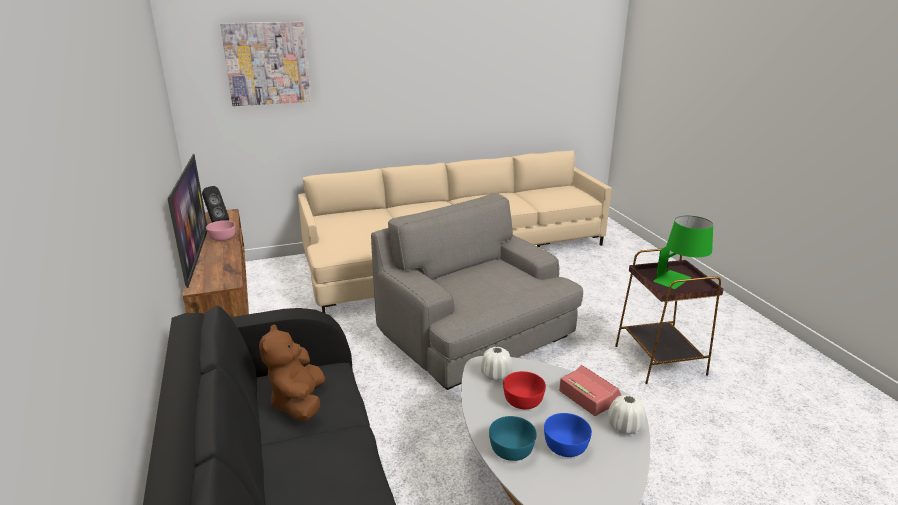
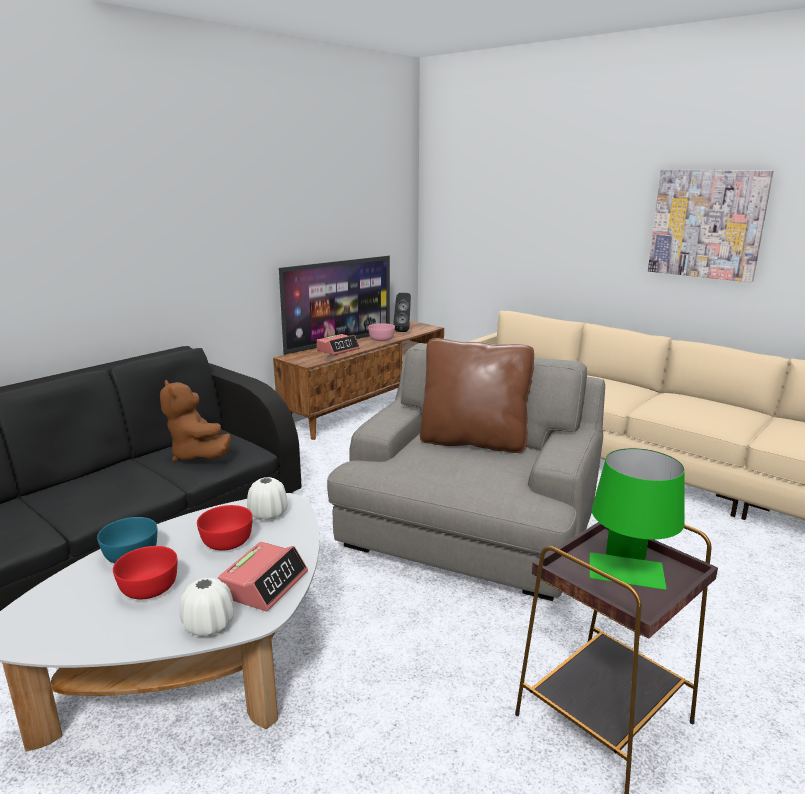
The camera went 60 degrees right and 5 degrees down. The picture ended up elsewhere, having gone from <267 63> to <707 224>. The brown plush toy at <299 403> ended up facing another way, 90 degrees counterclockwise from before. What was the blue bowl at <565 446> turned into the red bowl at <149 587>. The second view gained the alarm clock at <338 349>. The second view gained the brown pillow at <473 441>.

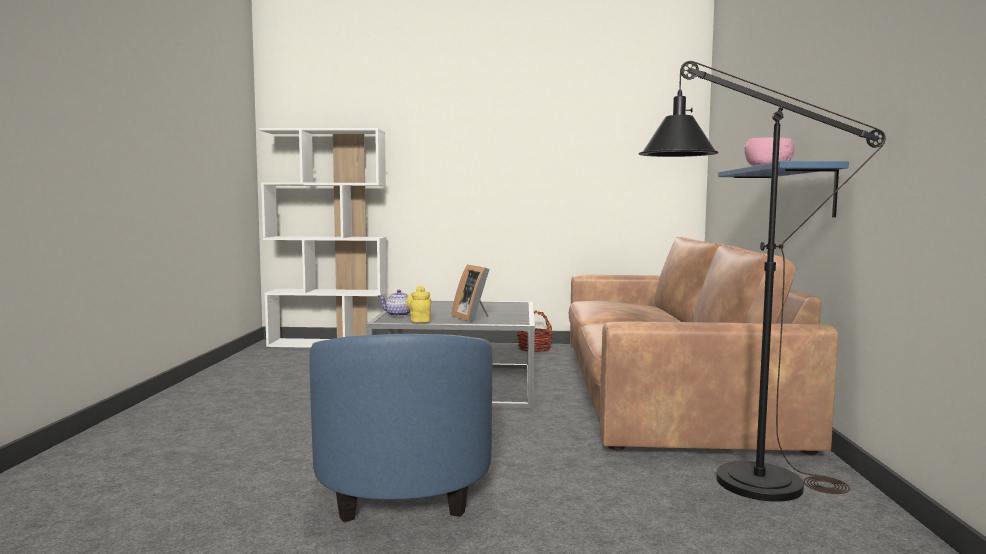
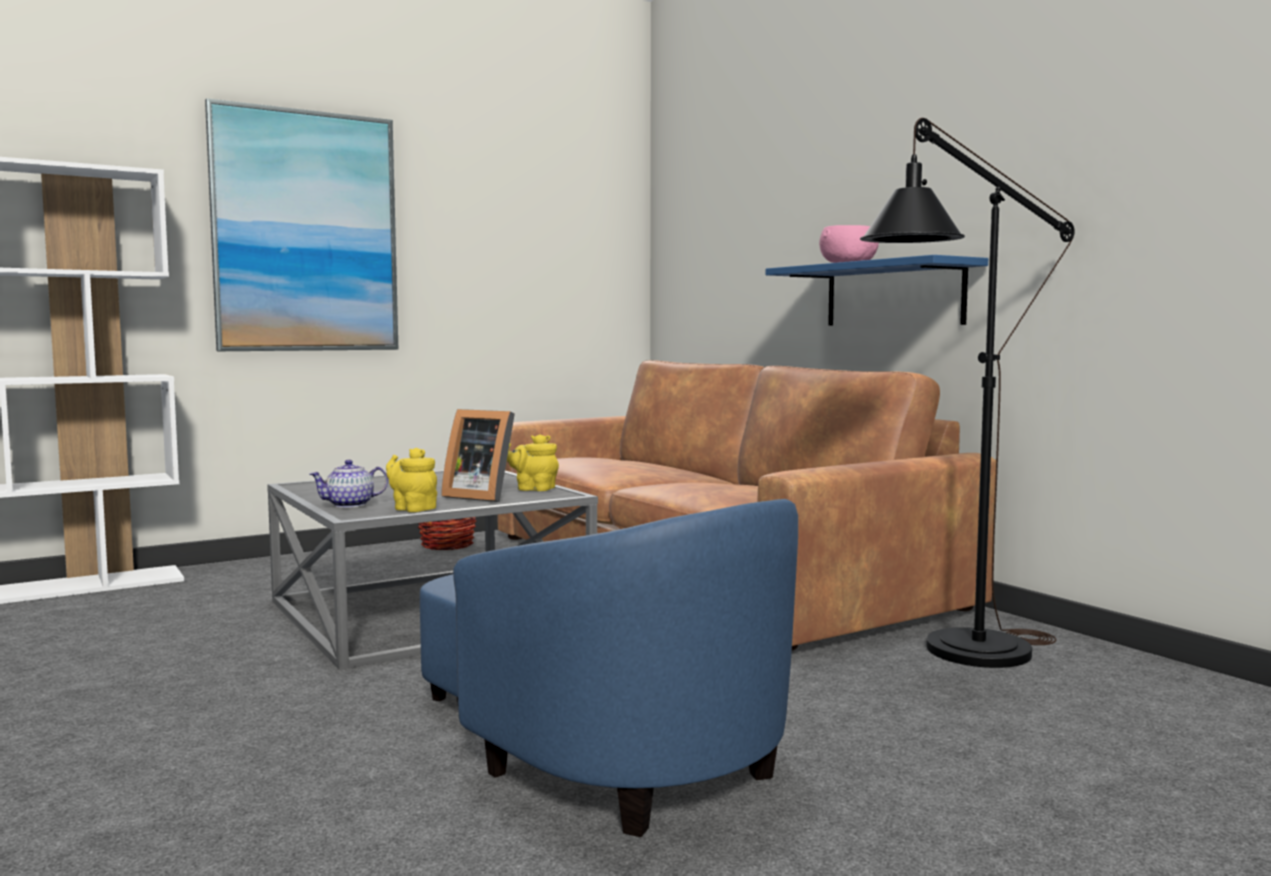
The camera went 35 degrees left and 0 degrees up. The second view gained the picture at <306 232>. The second view gained the yellow teapot at <533 489>.

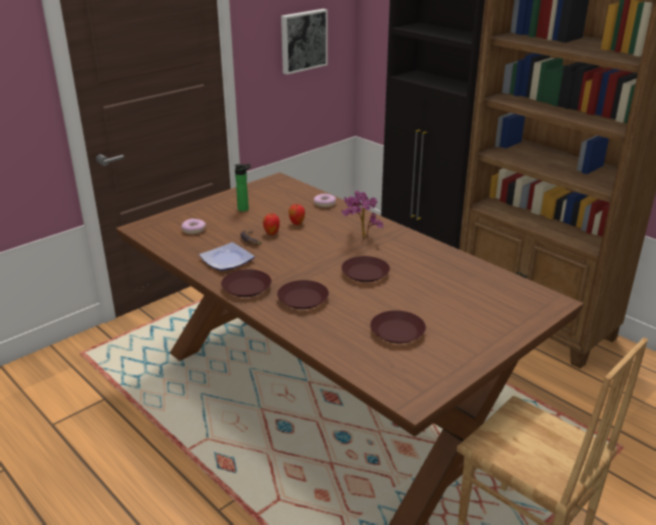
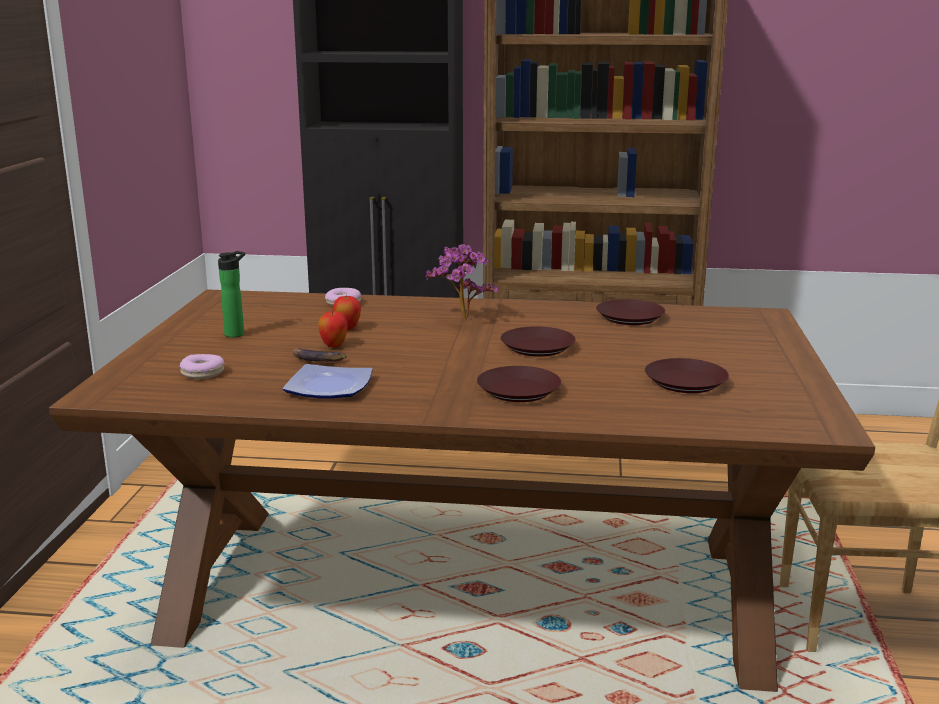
The camera went 40 degrees left and 10 degrees down. The brown plate ended up elsewhere, having gone from <247 287> to <630 317>. The second view lost the picture at <303 40>.

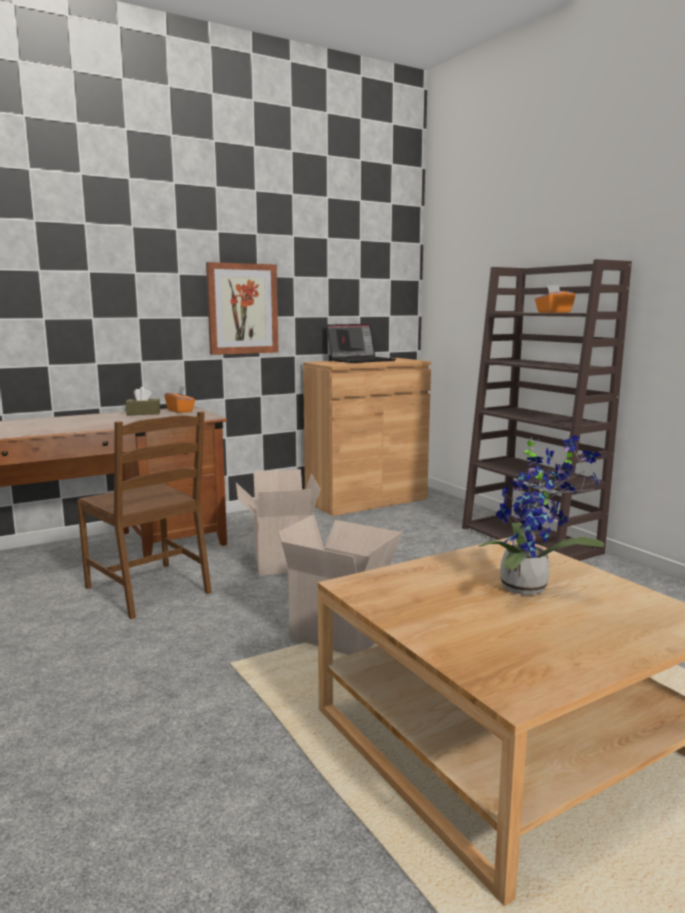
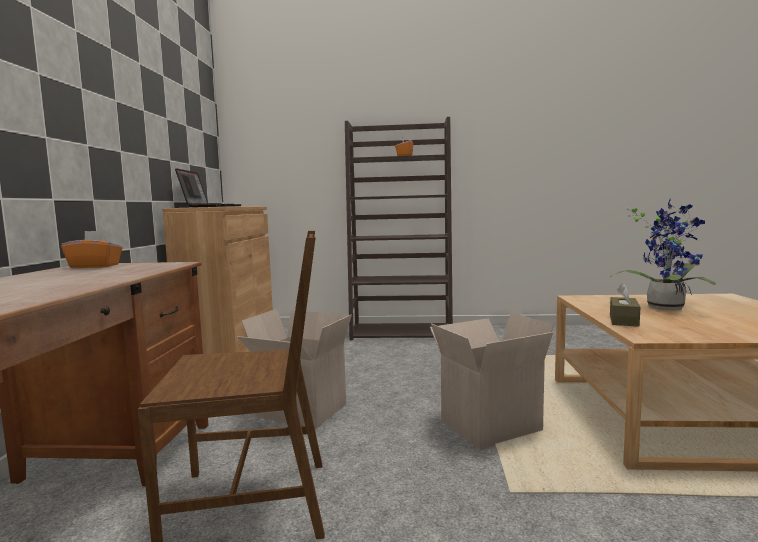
The camera went 55 degrees left and 5 degrees down. The brown tissue box ended up elsewhere, having gone from <143 413> to <623 320>. The second view lost the picture at <242 309>.

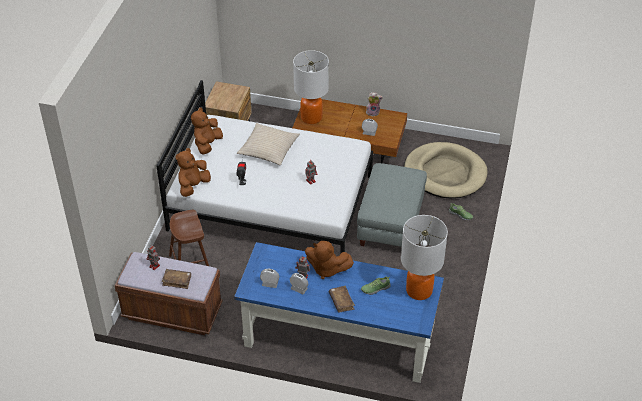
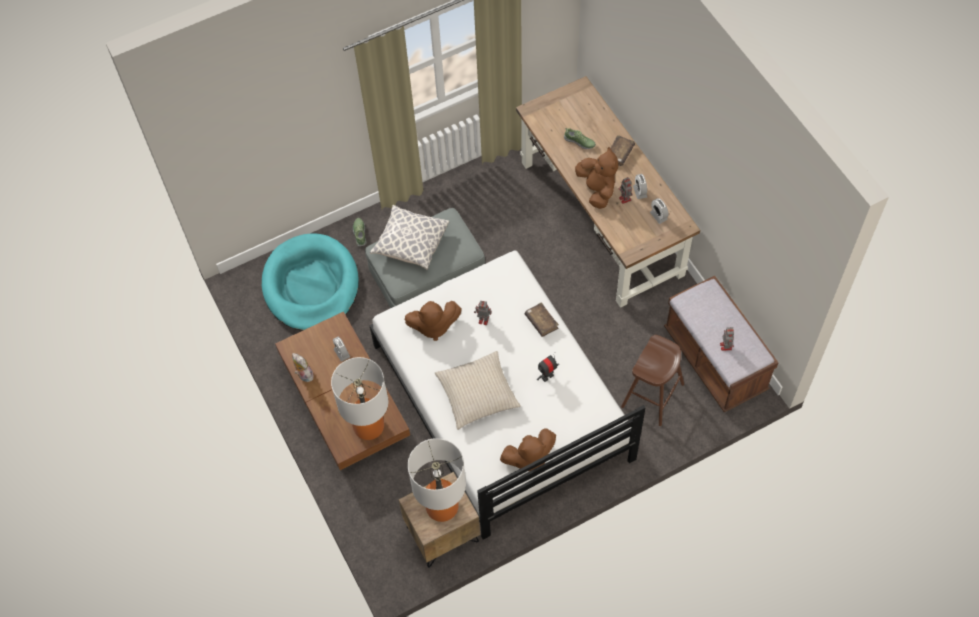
The camera went 130 degrees left and 15 degrees up. The brown book ended up elsewhere, having gone from <177 281> to <541 322>. The brown plush toy ended up elsewhere, having gone from <193 186> to <433 326>. What was the blue desk at <338 338> turned into the brown desk at <602 218>. The table lamp ended up elsewhere, having gone from <419 290> to <441 507>. What was the beige dog bed at <445 173> turned into the turquoise dog bed at <311 285>. The second view gained the pillow at <410 244>.

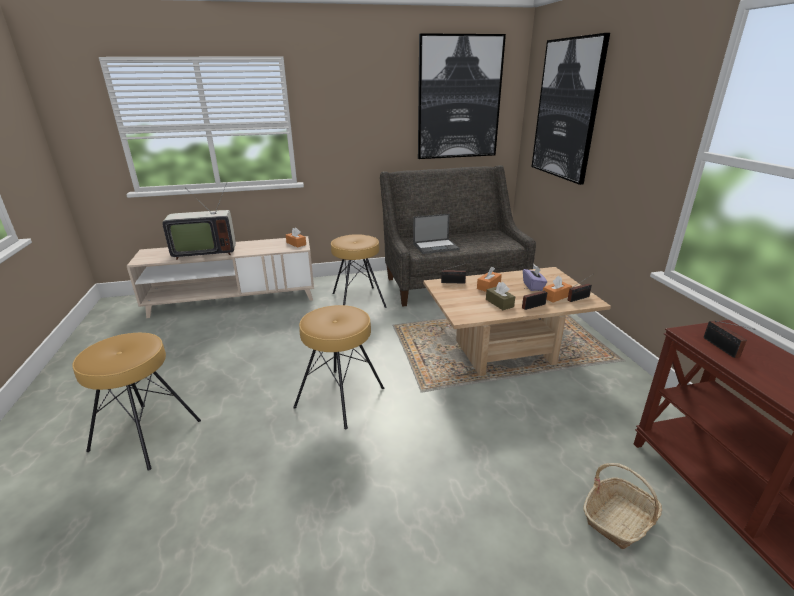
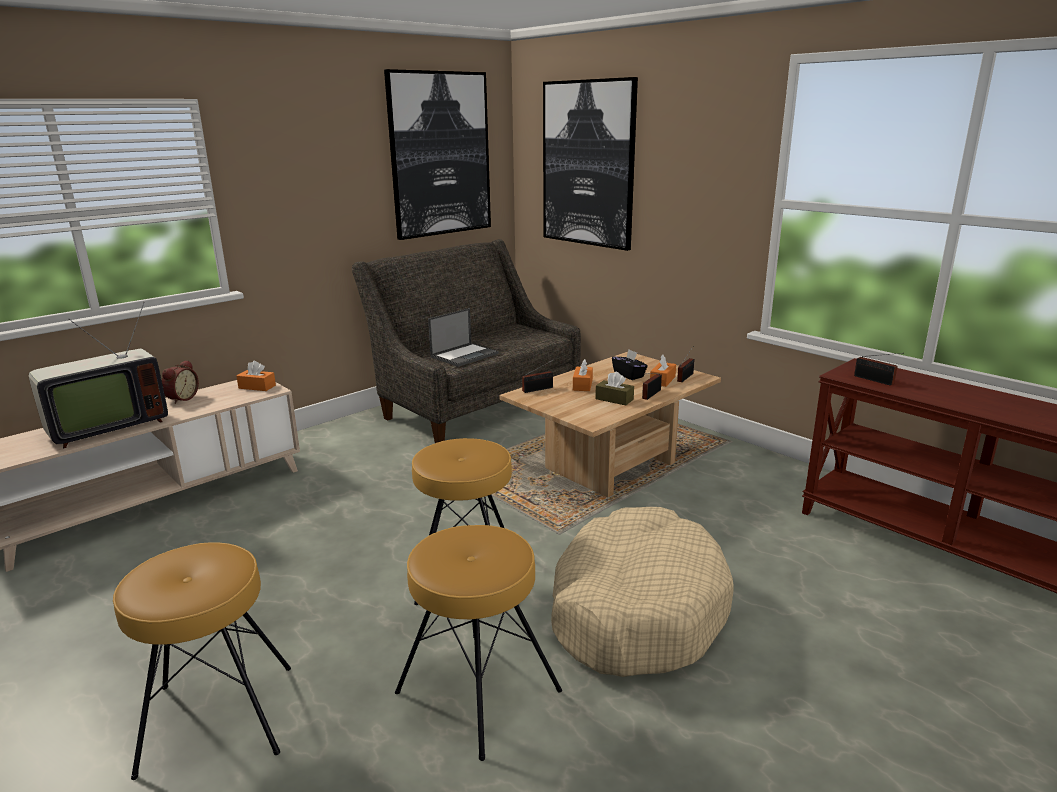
The camera went 30 degrees left and 5 degrees down. The brown stool ended up elsewhere, having gone from <358 300> to <477 692>. What was the purple tissue box at <533 286> turned into the black tissue box at <629 375>. The second view lost the basket at <619 519>. The second view gained the alarm clock at <181 398>. The second view gained the beige dog bed at <636 609>.

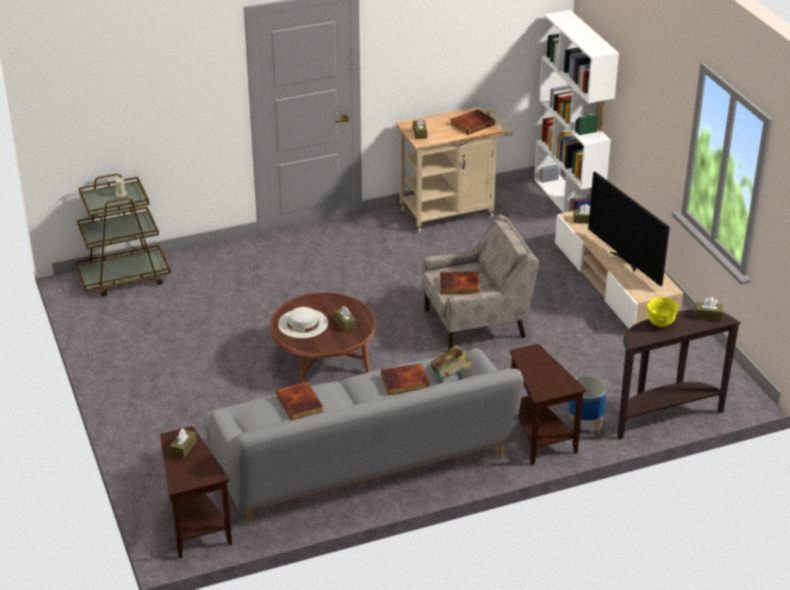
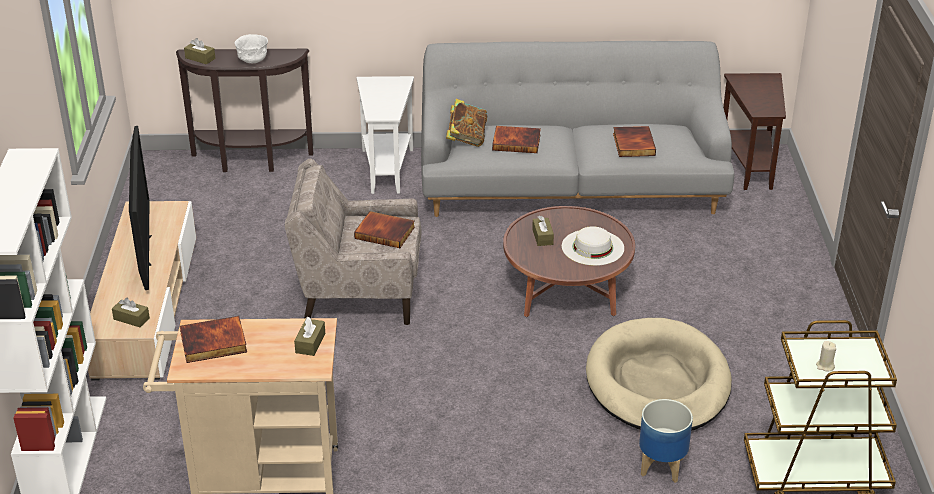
The camera went 160 degrees left and 0 degrees up. The second view lost the brown tissue box at <184 448>. What was the brown side table at <539 437> turned into the white side table at <387 169>. The planter ended up elsewhere, having gone from <585 426> to <661 466>. What was the yellow bowl at <660 323> turned into the white bowl at <253 61>. The second view gained the beige dog bed at <657 382>.

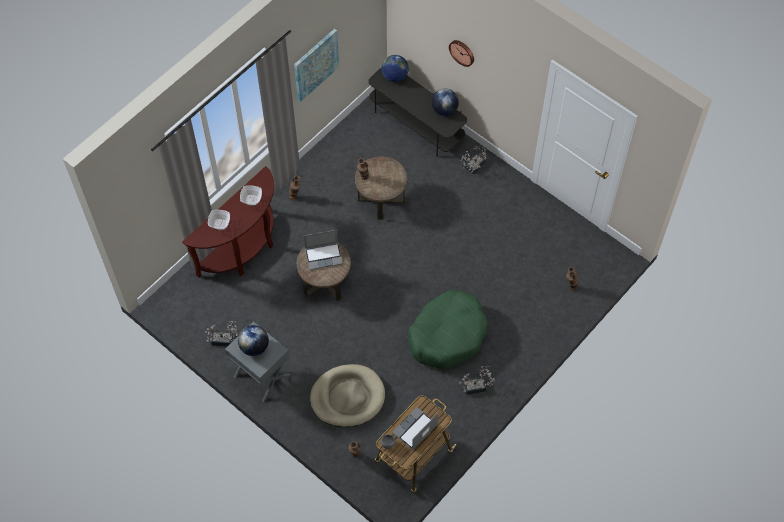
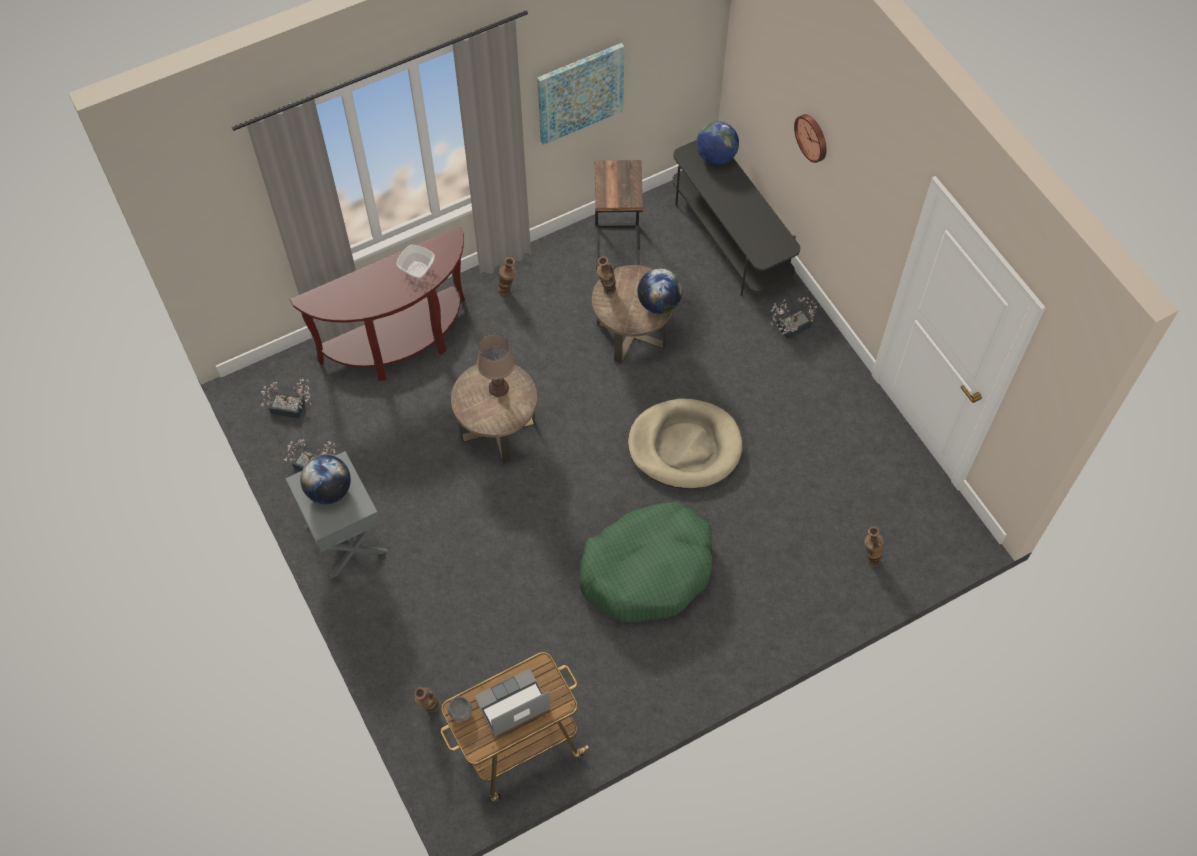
The camera went 20 degrees right and 0 degrees up. The second view lost the bowl at <220 224>. Where the laptop stood at <324 256>, the brown table lamp came to stand at <499 388>. The beige dog bed ended up elsewhere, having gone from <347 397> to <684 446>. The globe ended up elsewhere, having gone from <444 110> to <659 304>. The potted plant ended up elsewhere, having gone from <477 387> to <291 408>. The second view gained the side table at <618 246>.

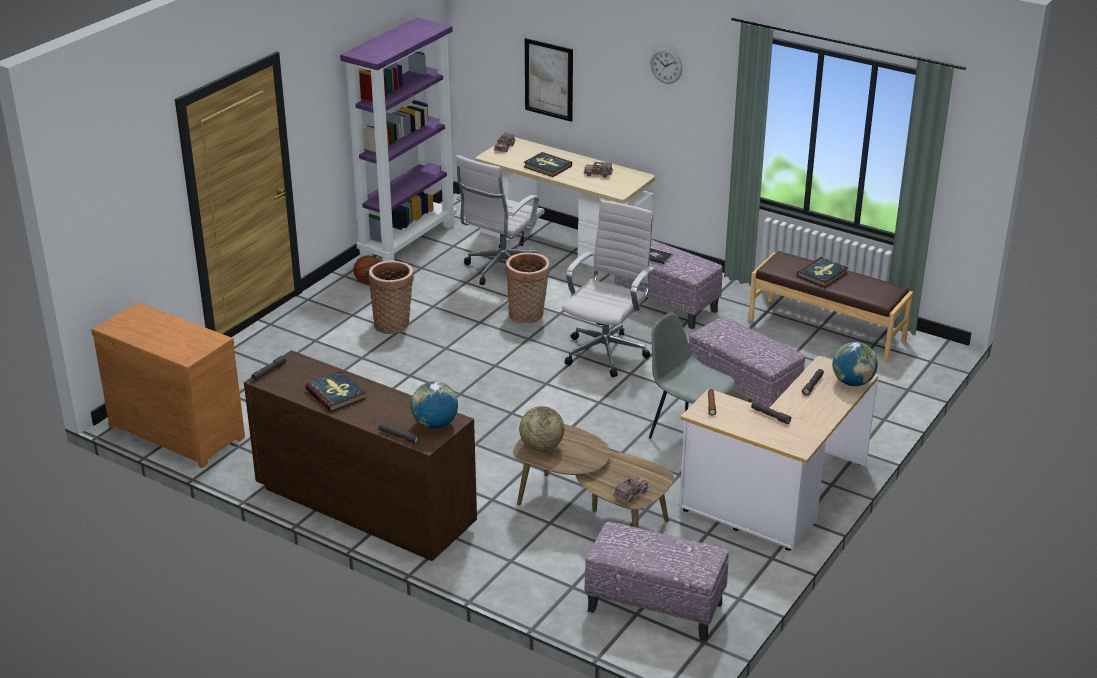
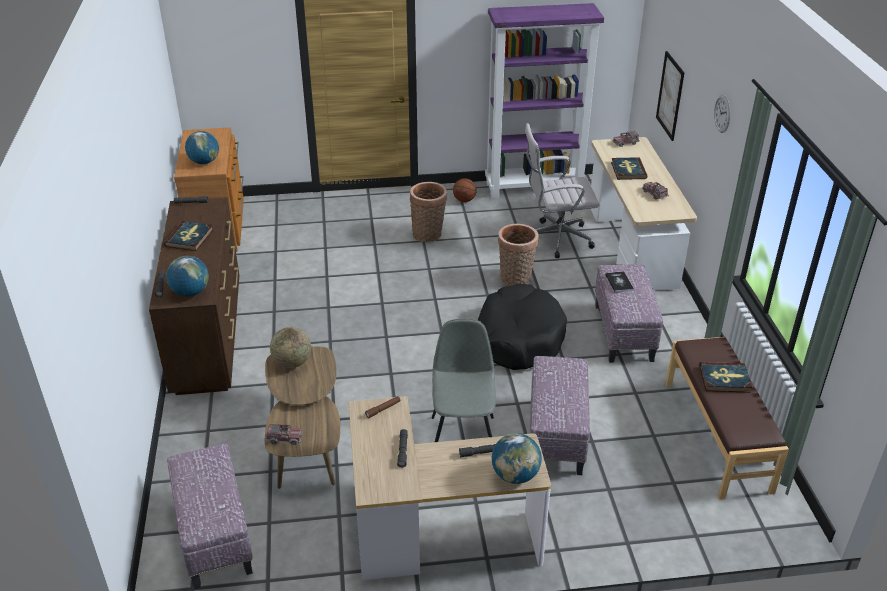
The camera went 50 degrees right and 5 degrees up. Where the white office chair stood at <607 351>, the black dog bed came to stand at <520 338>. The second view gained the globe at <204 162>.

